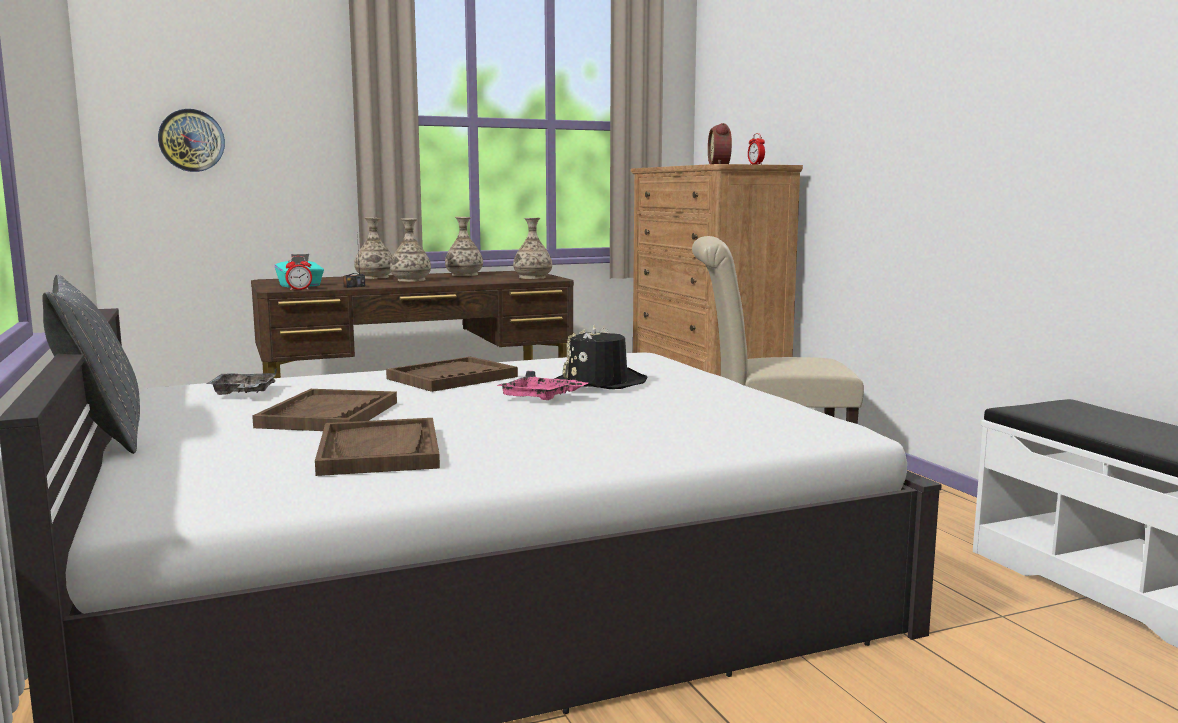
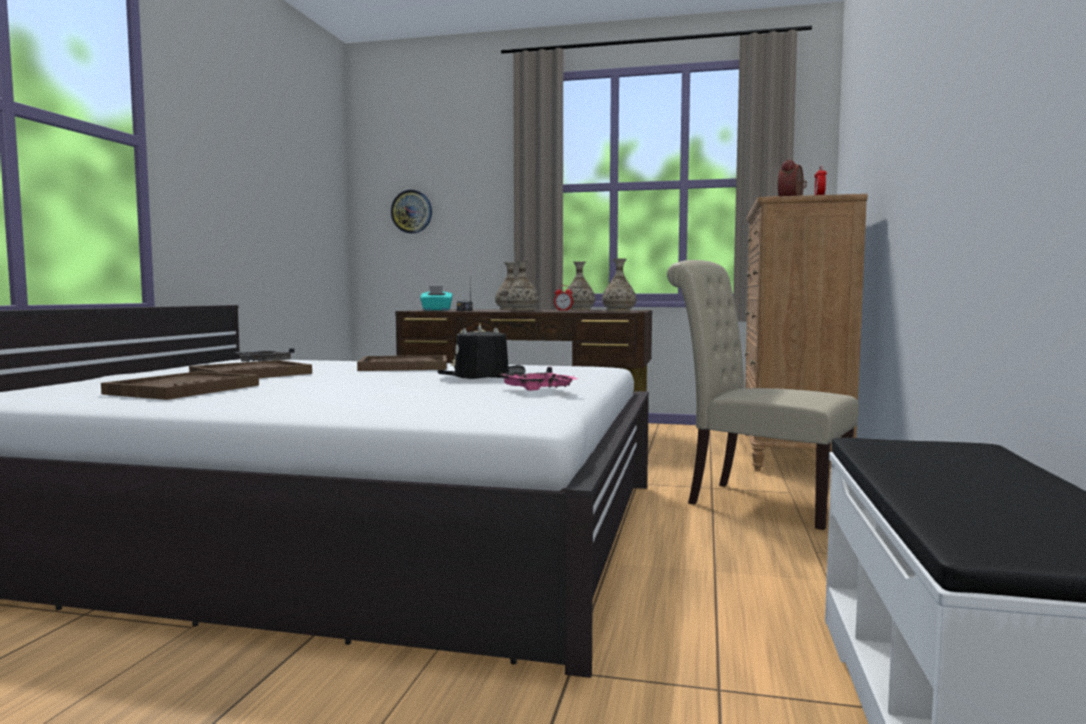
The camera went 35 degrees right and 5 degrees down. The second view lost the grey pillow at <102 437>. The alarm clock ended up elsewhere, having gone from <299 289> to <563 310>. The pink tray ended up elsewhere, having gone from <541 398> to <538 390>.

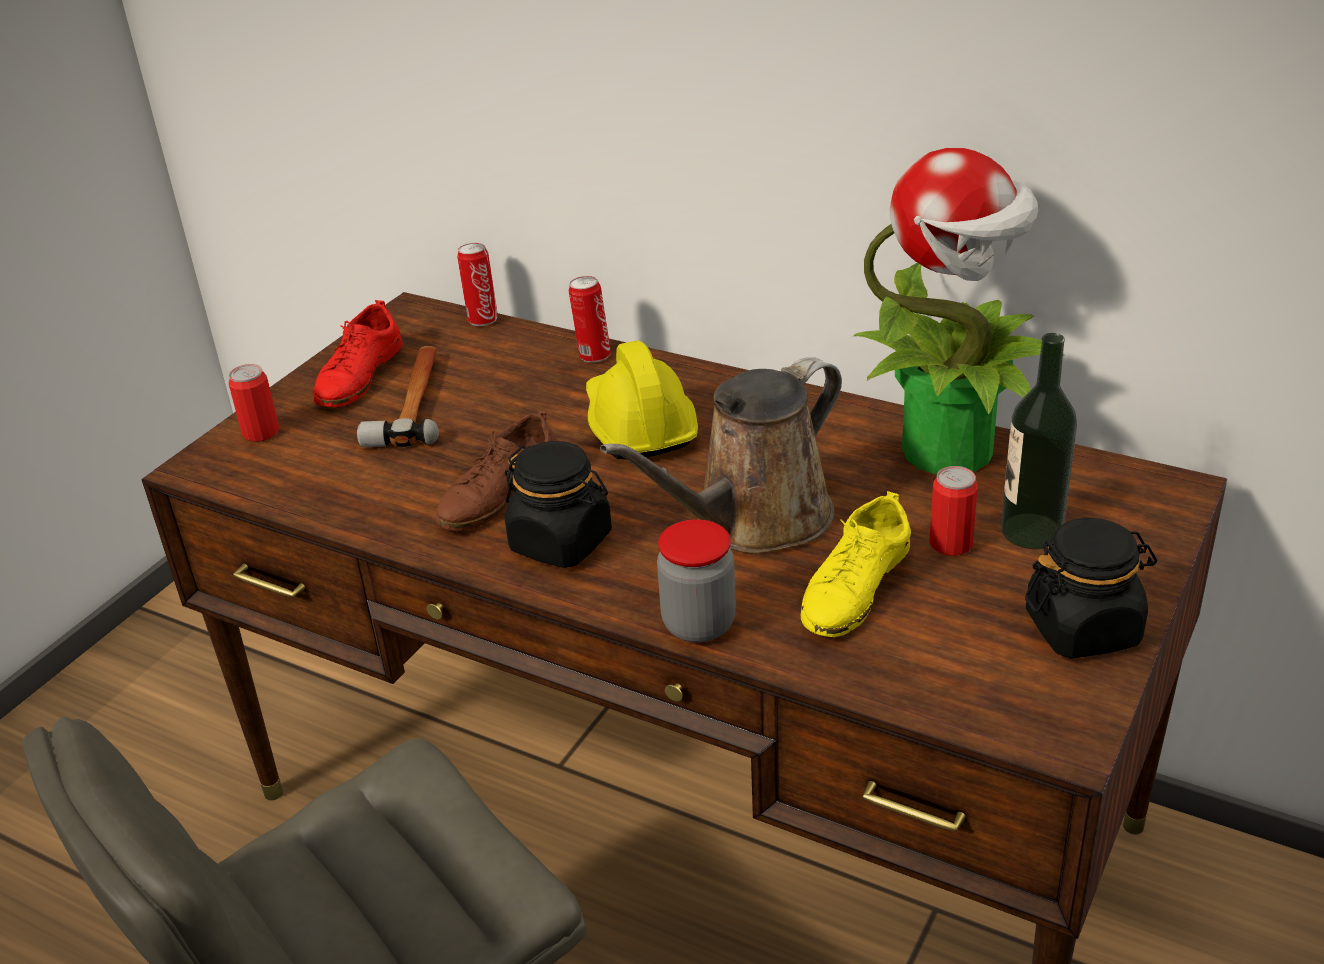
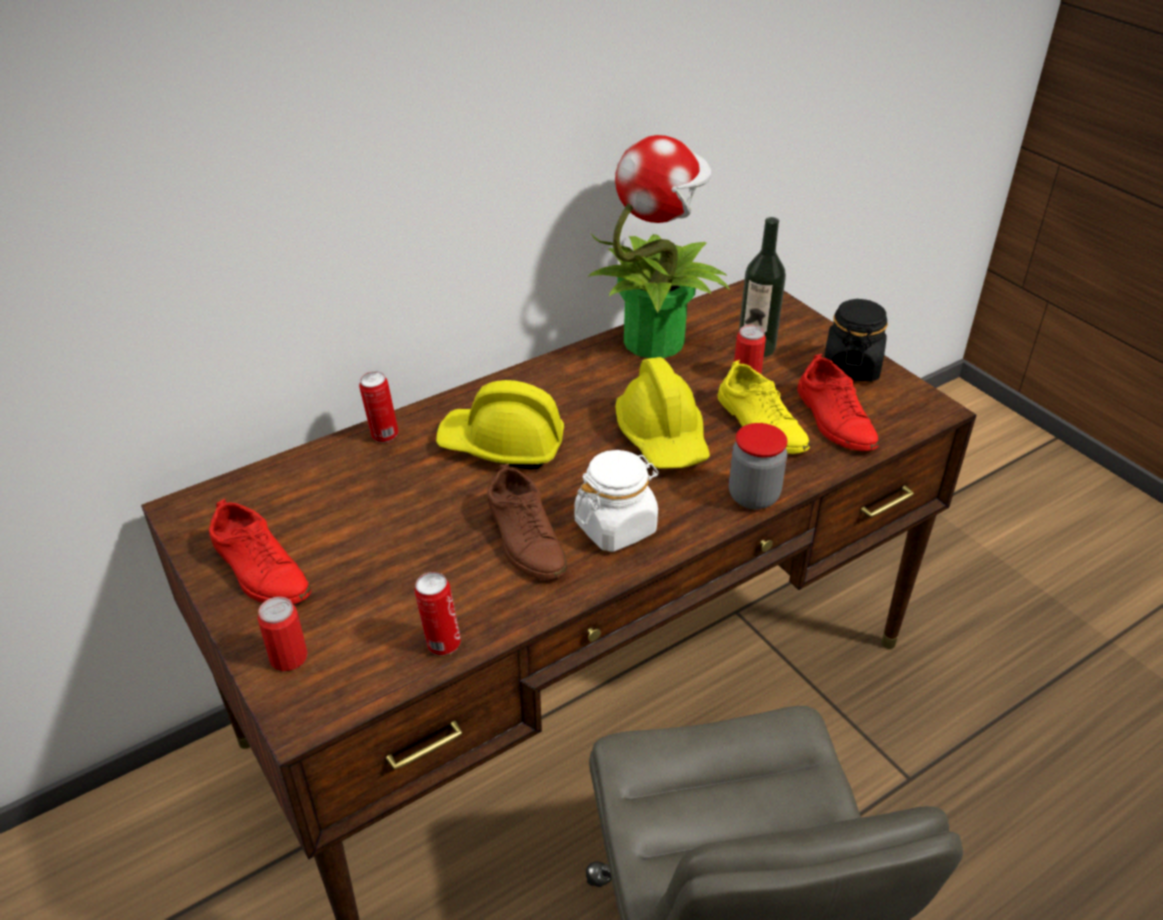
The camera went 65 degrees left and 5 degrees up. The second view lost the hammer at <413 402>. The can ended up elsewhere, having gone from <482 319> to <441 643>. What was the black jar at <561 542> turned into the white jar at <616 527>. Where the brown watering can stood at <753 521>, the yellow hard hat came to stand at <662 437>. The second view gained the red shoe at <834 419>.

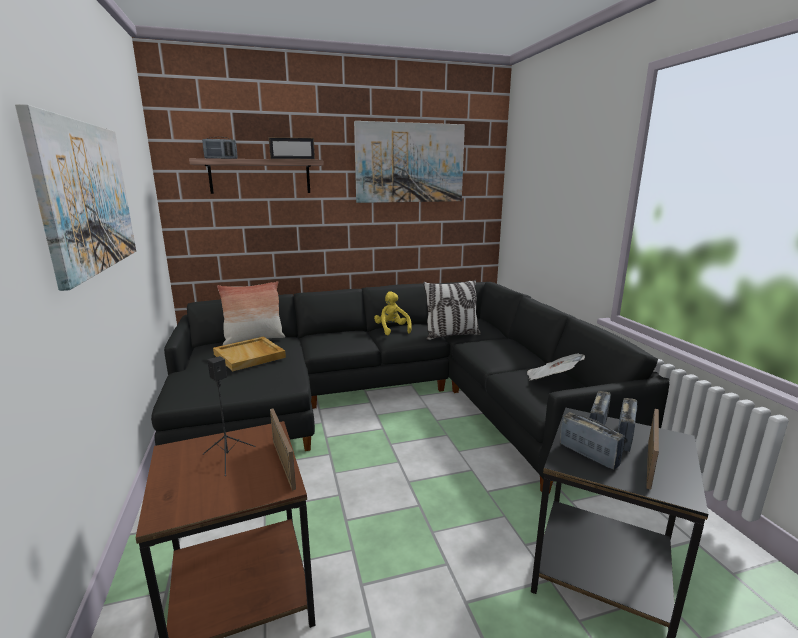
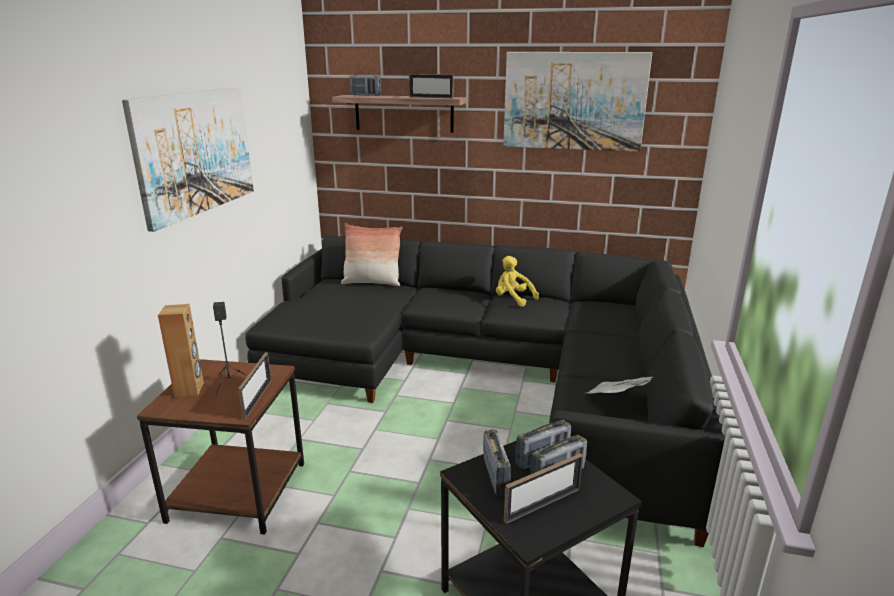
The camera went 30 degrees right and 5 degrees up. The second view lost the beige tray at <250 356>. The yellow plush toy at <392 329> ended up facing another way, 60 degrees counterclockwise from before. The second view lost the pillow at <451 335>. The second view gained the brown speaker at <189 389>.

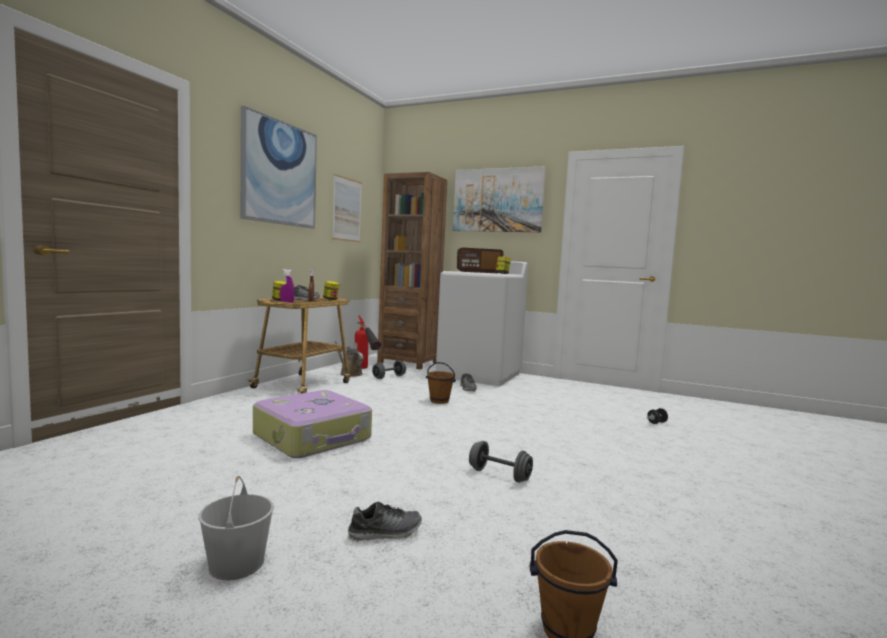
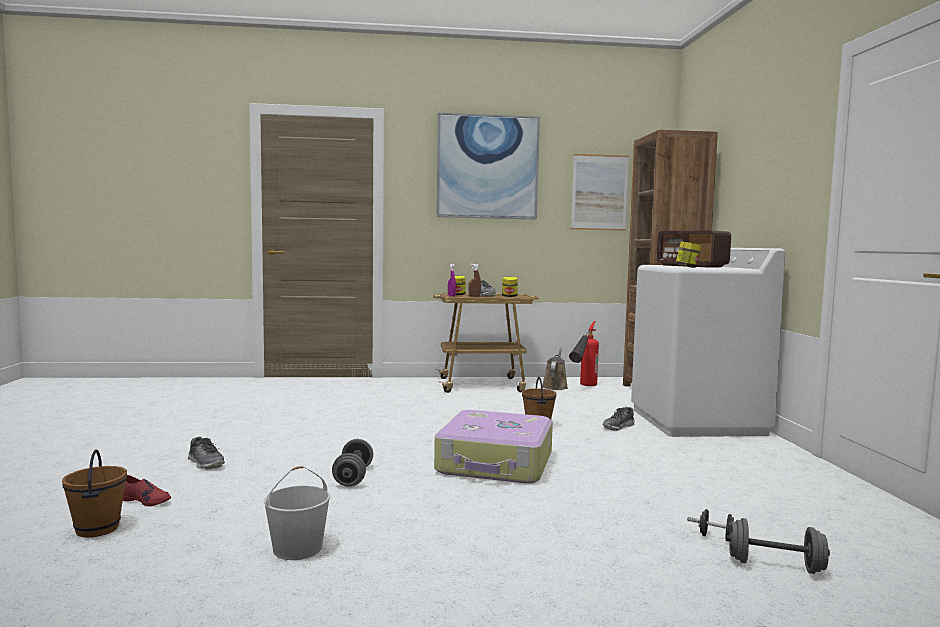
The camera went 60 degrees right and 0 degrees up. The white bucket ended up elsewhere, having gone from <236 563> to <298 548>. The suitcase ended up elsewhere, having gone from <313 437> to <496 463>. The grey dumbbell ended up elsewhere, having gone from <389 377> to <775 565>. The second view lost the picture at <497 200>. The second view gained the red shoe at <145 500>.

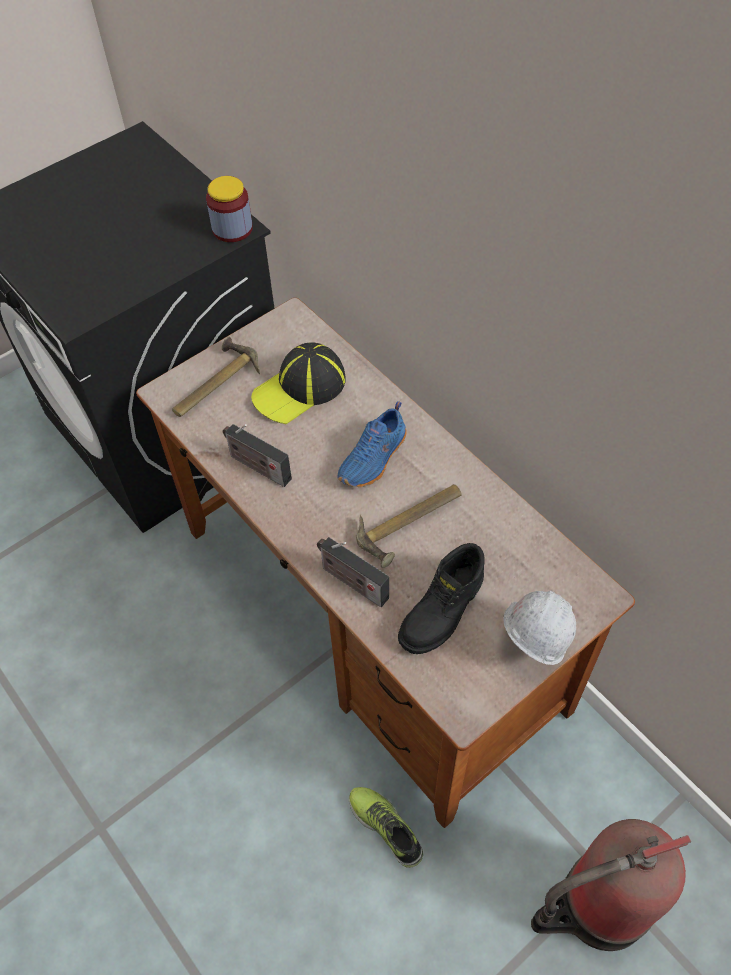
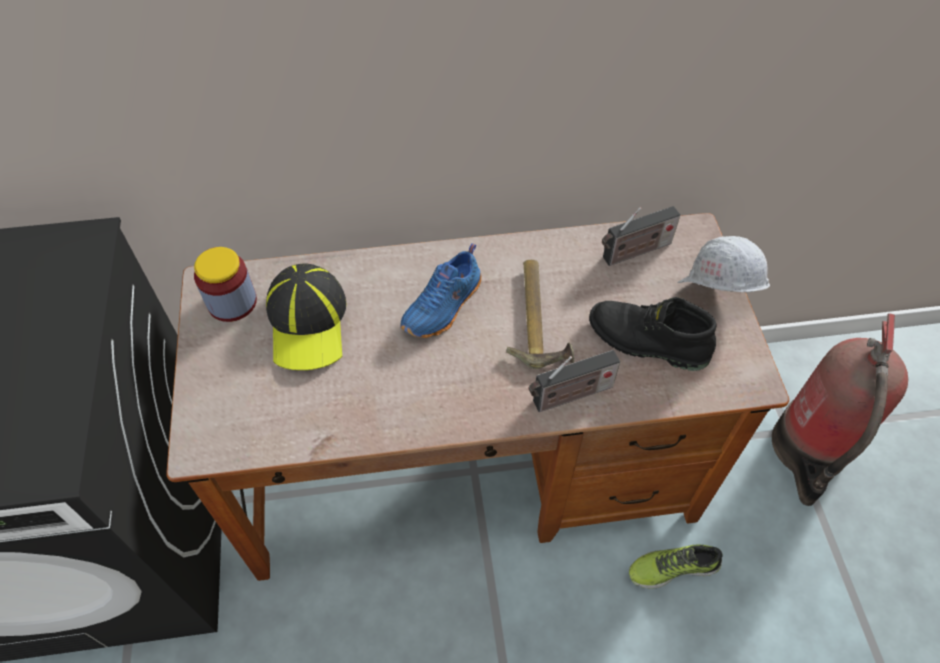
The camera went 60 degrees left and 0 degrees up. The second view lost the hammer at <213 383>. The jar ended up elsewhere, having gone from <232 229> to <232 302>. The radio ended up elsewhere, having gone from <257 466> to <634 252>. The blue shoe at <374 459> ended up facing another way, 60 degrees clockwise from before. The black boot at <443 612> ended up facing another way, 135 degrees clockwise from before.

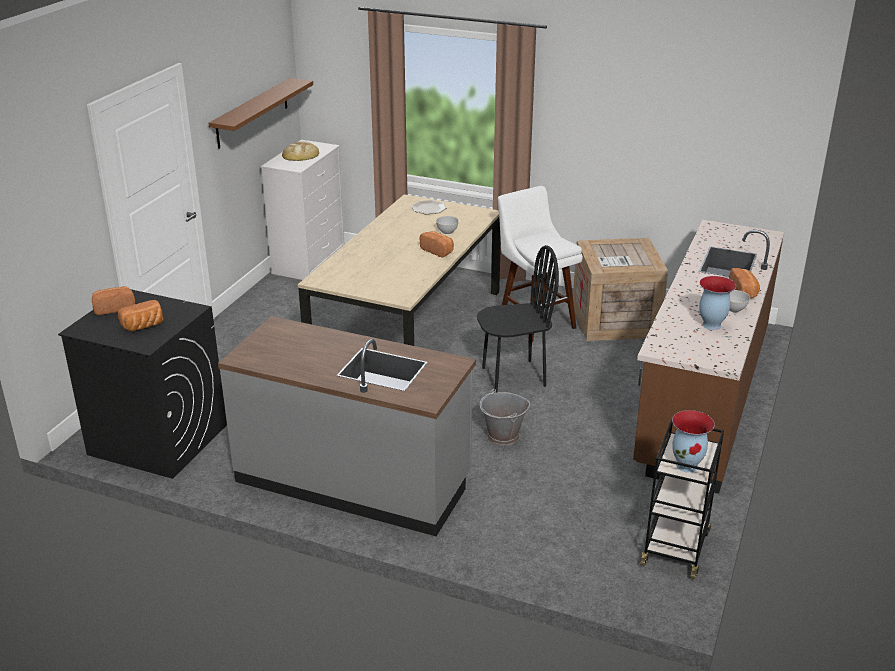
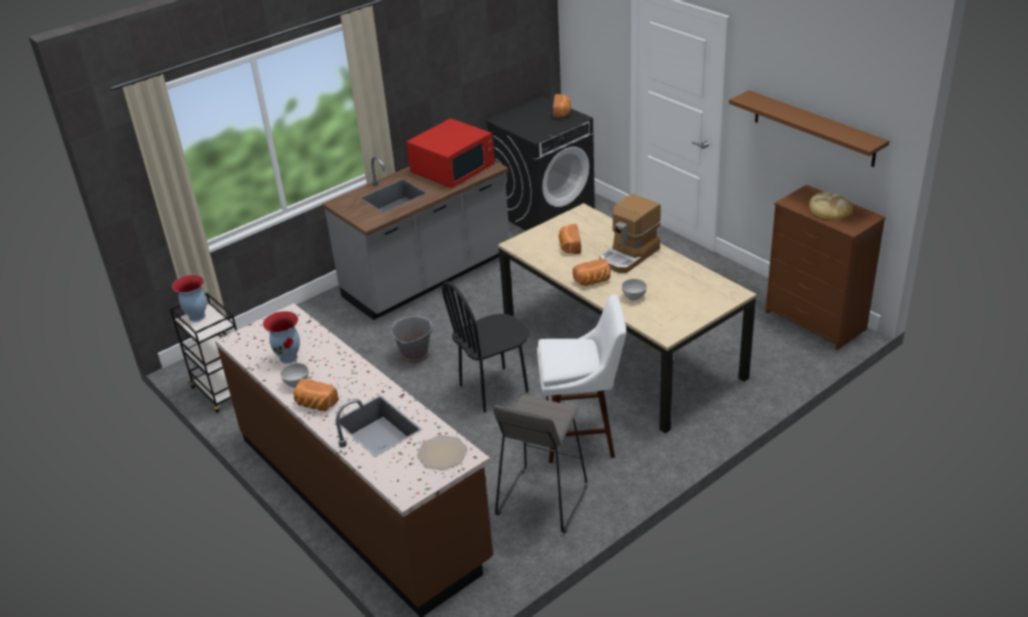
The camera went 120 degrees right and 5 degrees up. The bread ended up elsewhere, having gone from <144 326> to <569 247>. What was the white dresser at <309 261> turned into the brown dresser at <816 321>. The plate ended up elsewhere, having gone from <428 208> to <442 453>. The black chair at <513 376> ended up facing another way, 45 degrees clockwise from before. Where the crate stood at <616 321>, the grey stool came to stand at <541 501>. The second view gained the red microwave at <453 168>. The second view gained the coffee machine at <629 256>.

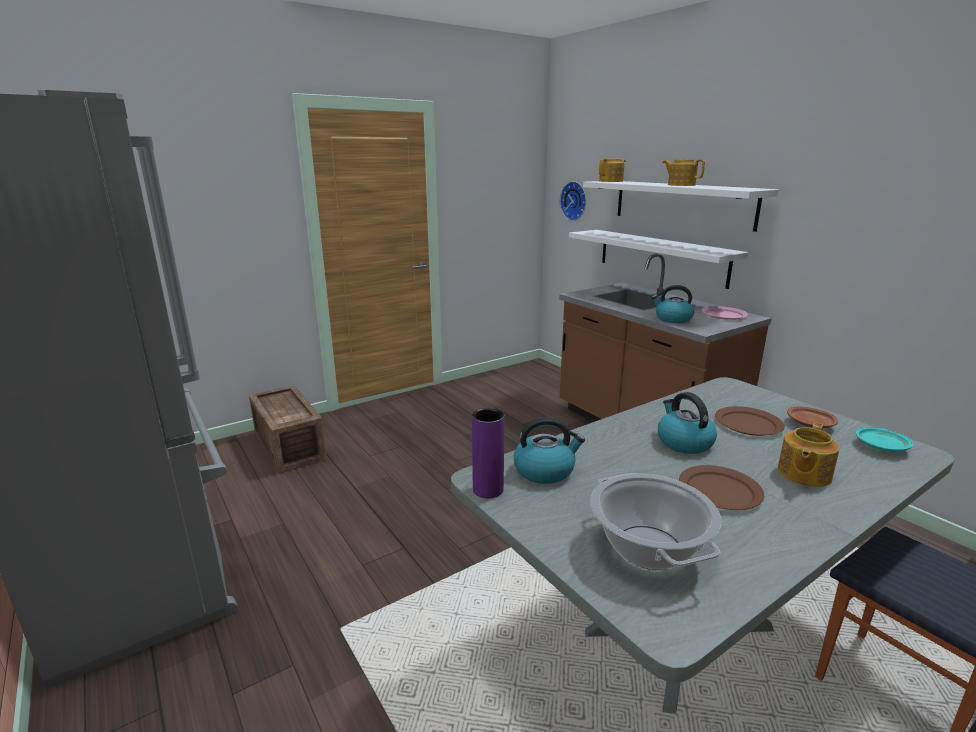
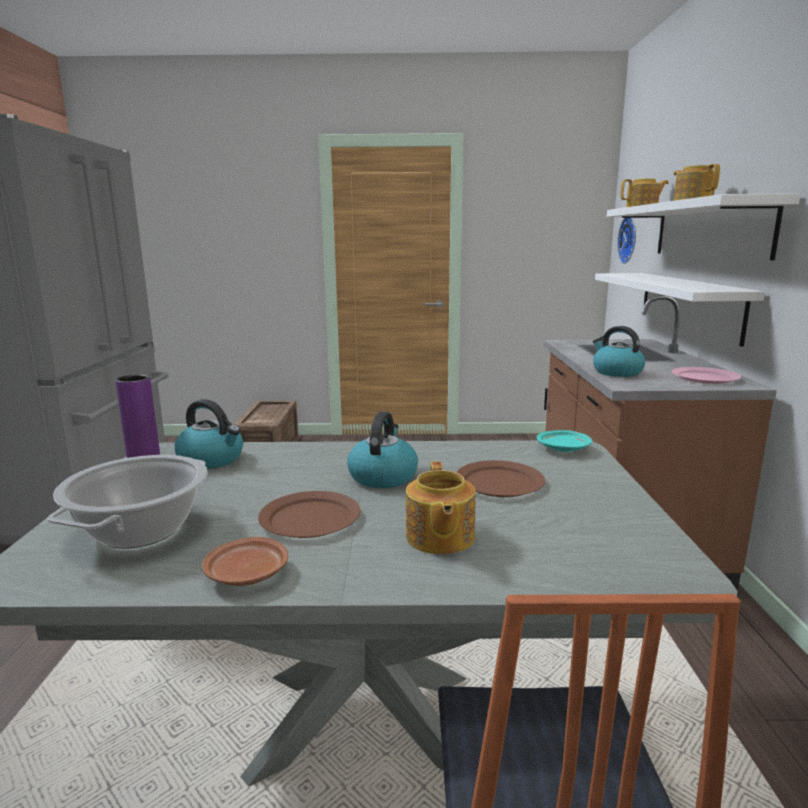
The camera went 35 degrees right and 5 degrees down. The teapot at <803 474> ended up facing another way, 75 degrees counterclockwise from before. The brown plate ended up elsewhere, having gone from <810 424> to <247 574>. The turquoise plate ended up elsewhere, having gone from <881 446> to <564 449>.

